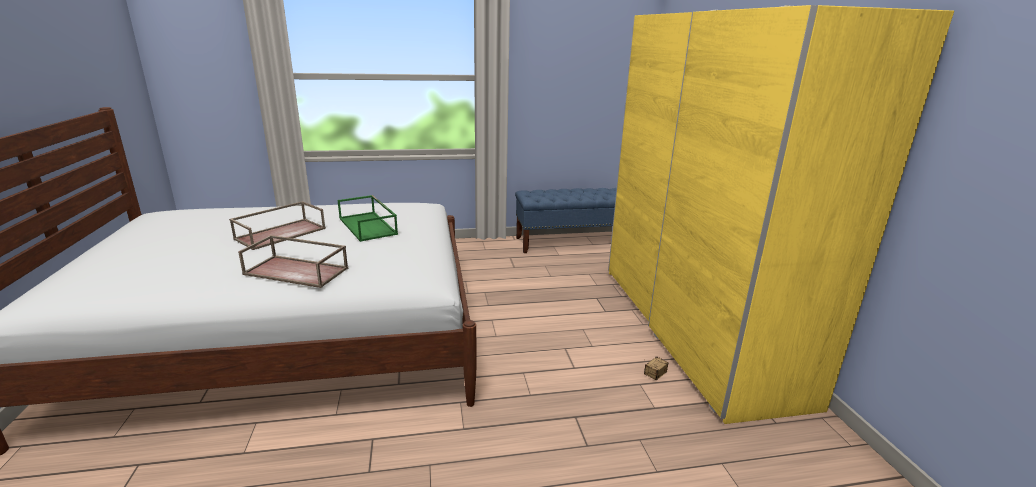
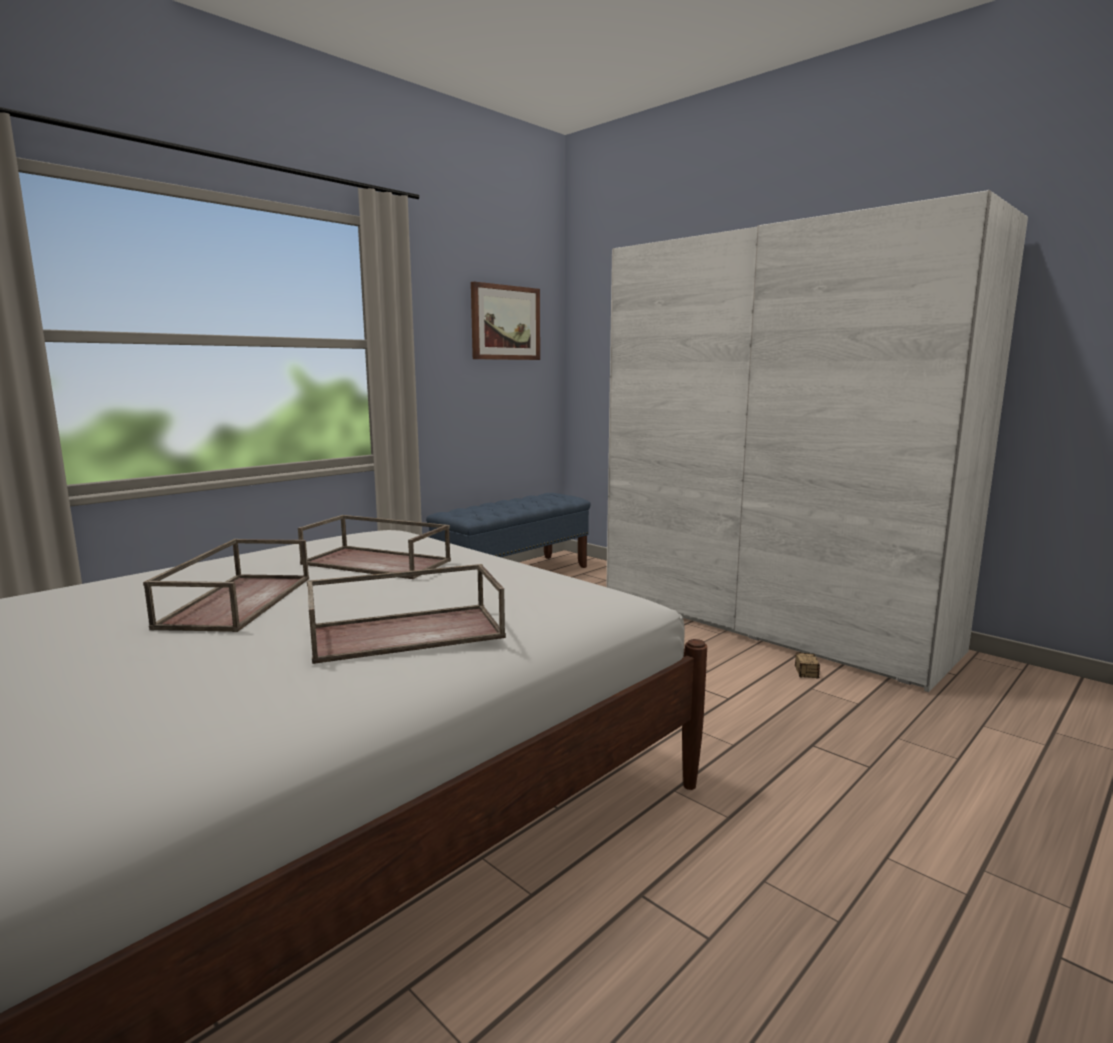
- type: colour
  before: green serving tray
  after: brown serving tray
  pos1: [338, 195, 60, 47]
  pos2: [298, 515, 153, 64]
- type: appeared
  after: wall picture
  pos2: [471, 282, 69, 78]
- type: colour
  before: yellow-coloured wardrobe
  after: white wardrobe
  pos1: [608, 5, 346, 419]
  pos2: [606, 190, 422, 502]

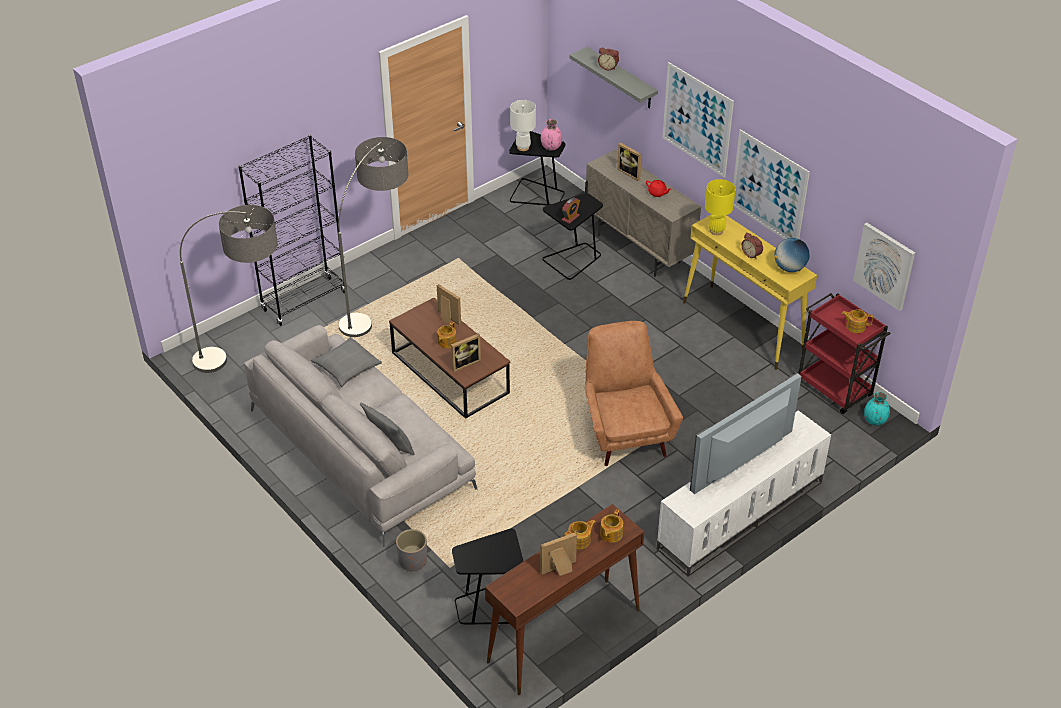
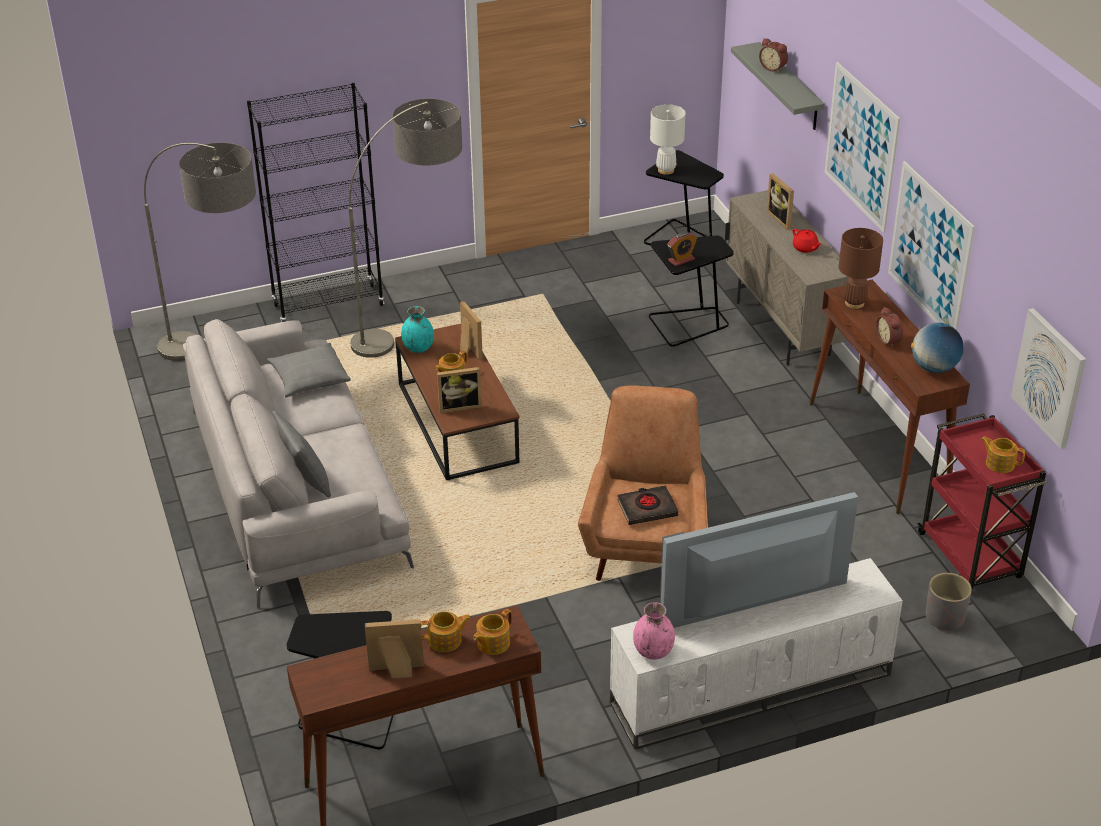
- type: relocated
  before: turquoise decorative vase
  pos1: [864, 391, 26, 35]
  pos2: [401, 306, 33, 47]
- type: appeared
  after: black-coloured volume
  pos2: [617, 485, 61, 40]
- type: relocated
  before: pink decorative vase
  pos1: [541, 119, 21, 32]
  pos2: [633, 602, 42, 58]
- type: colour
  before: yellow-coloured console table
  after: brown console table
  pos1: [683, 215, 134, 155]
  pos2: [810, 280, 160, 234]
- type: colour
  before: yellow-coloured table lamp
  after: brown table lamp
  pos1: [705, 179, 31, 56]
  pos2: [839, 228, 44, 81]
- type: relocated
  before: grey planter
  pos1: [396, 529, 31, 43]
  pos2: [926, 573, 46, 58]

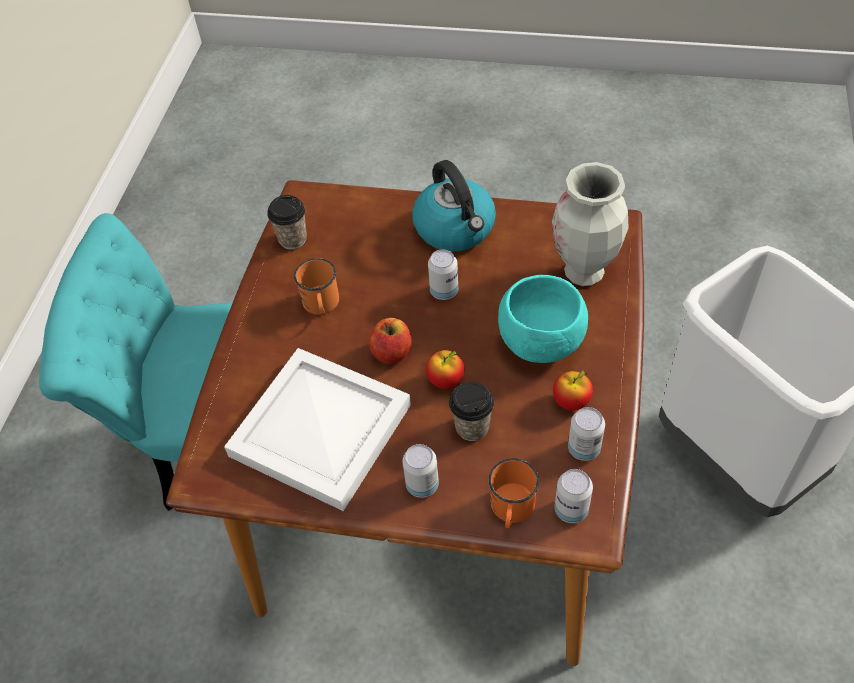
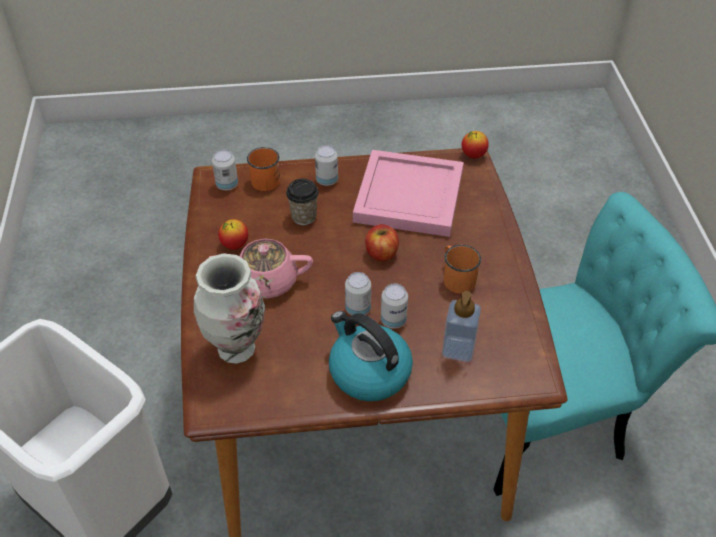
- type: exchanged
  before: turquoise serving bowl
  after: pink tea pot
  pos1: [498, 275, 90, 88]
  pos2: [208, 239, 105, 60]
- type: colour
  before: white serving tray
  after: pink serving tray
  pos1: [224, 348, 187, 163]
  pos2: [353, 150, 111, 87]
- type: relocated
  before: metal can
  pos1: [568, 407, 37, 54]
  pos2: [381, 283, 27, 46]
- type: appeared
  after: liquid soap bottle
  pos2: [442, 291, 39, 71]
- type: relocated
  before: whole apple
  pos1: [426, 350, 39, 39]
  pos2: [462, 131, 27, 28]
- type: missing
  before: drinking cup
  pos1: [267, 195, 40, 54]

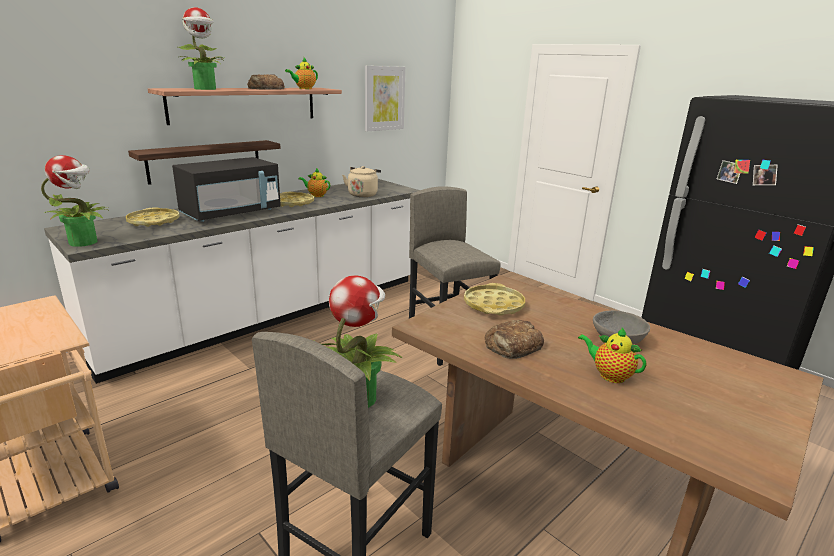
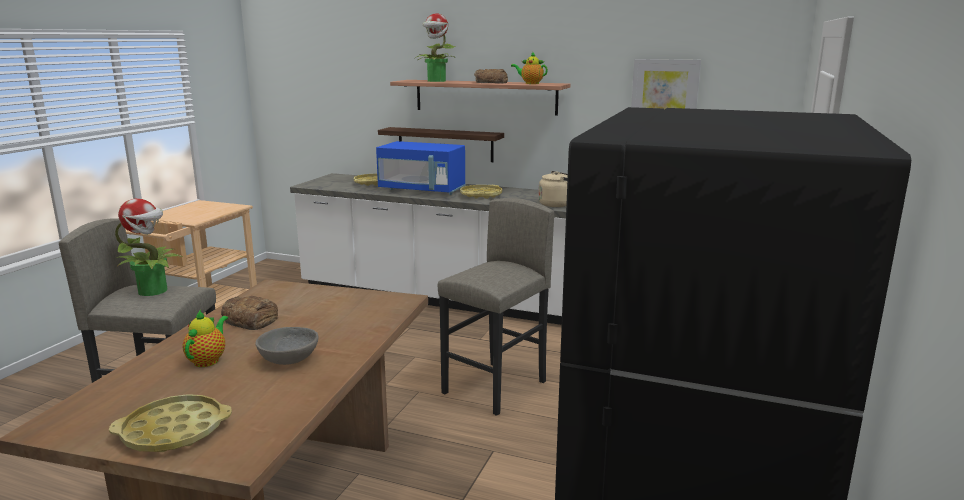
- type: relocated
  before: yellow-coloured serving tray
  pos1: [464, 283, 61, 33]
  pos2: [109, 394, 123, 58]
- type: colour
  before: black-coloured kitchen microwave
  after: blue-coloured kitchen microwave
  pos1: [172, 157, 109, 65]
  pos2: [376, 141, 90, 54]
- type: missing
  before: houseplant
  pos1: [41, 155, 68, 92]
- type: missing
  before: tea pot
  pos1: [298, 168, 32, 29]

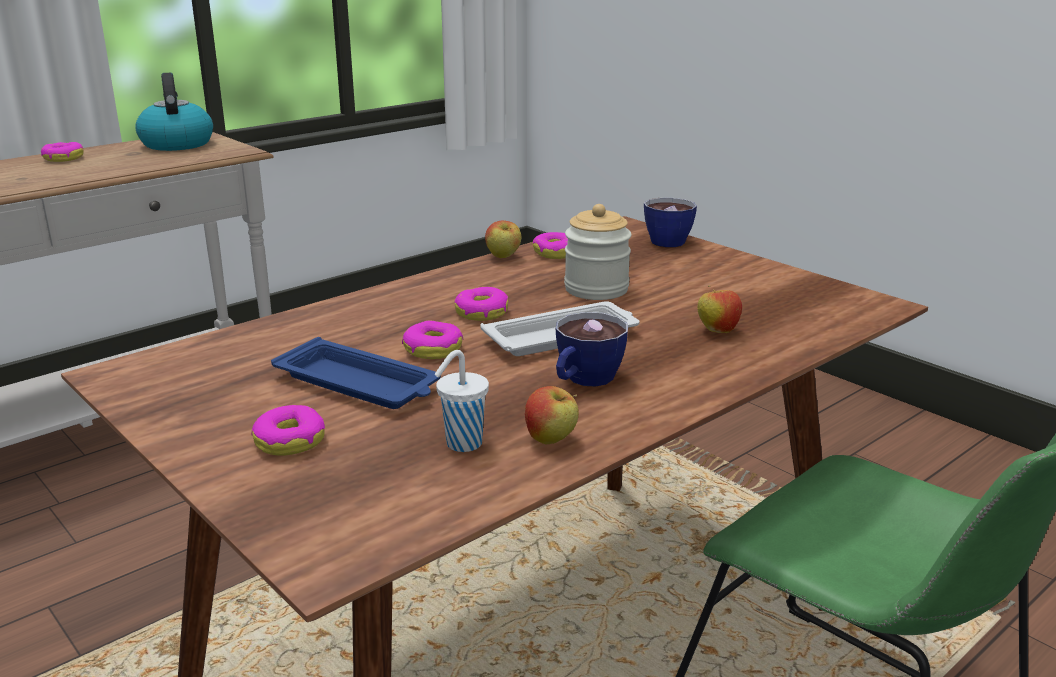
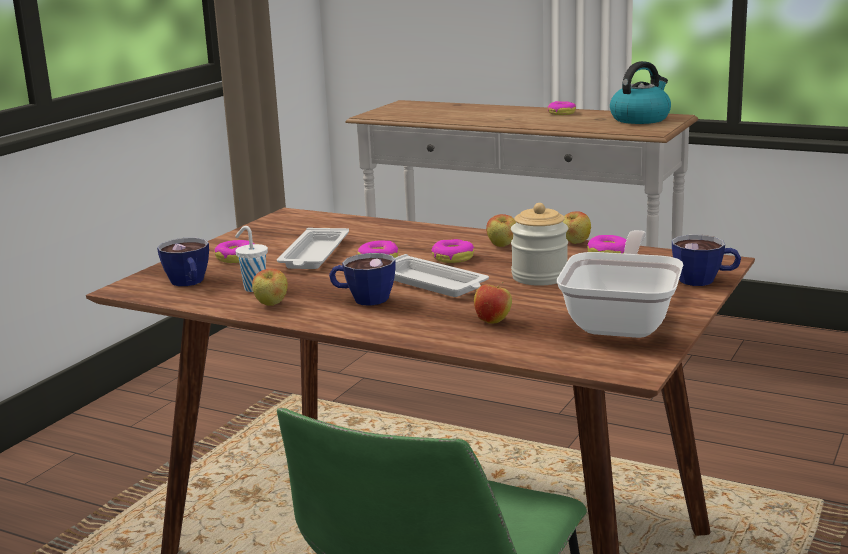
- type: appeared
  after: drinking cup
  pos2: [157, 238, 52, 48]
- type: colour
  before: blue-coloured serving tray
  after: white serving tray
  pos1: [271, 337, 170, 72]
  pos2: [277, 228, 72, 41]
- type: appeared
  after: whole apple
  pos2: [486, 214, 30, 33]
- type: appeared
  after: pan
  pos2: [557, 230, 126, 108]

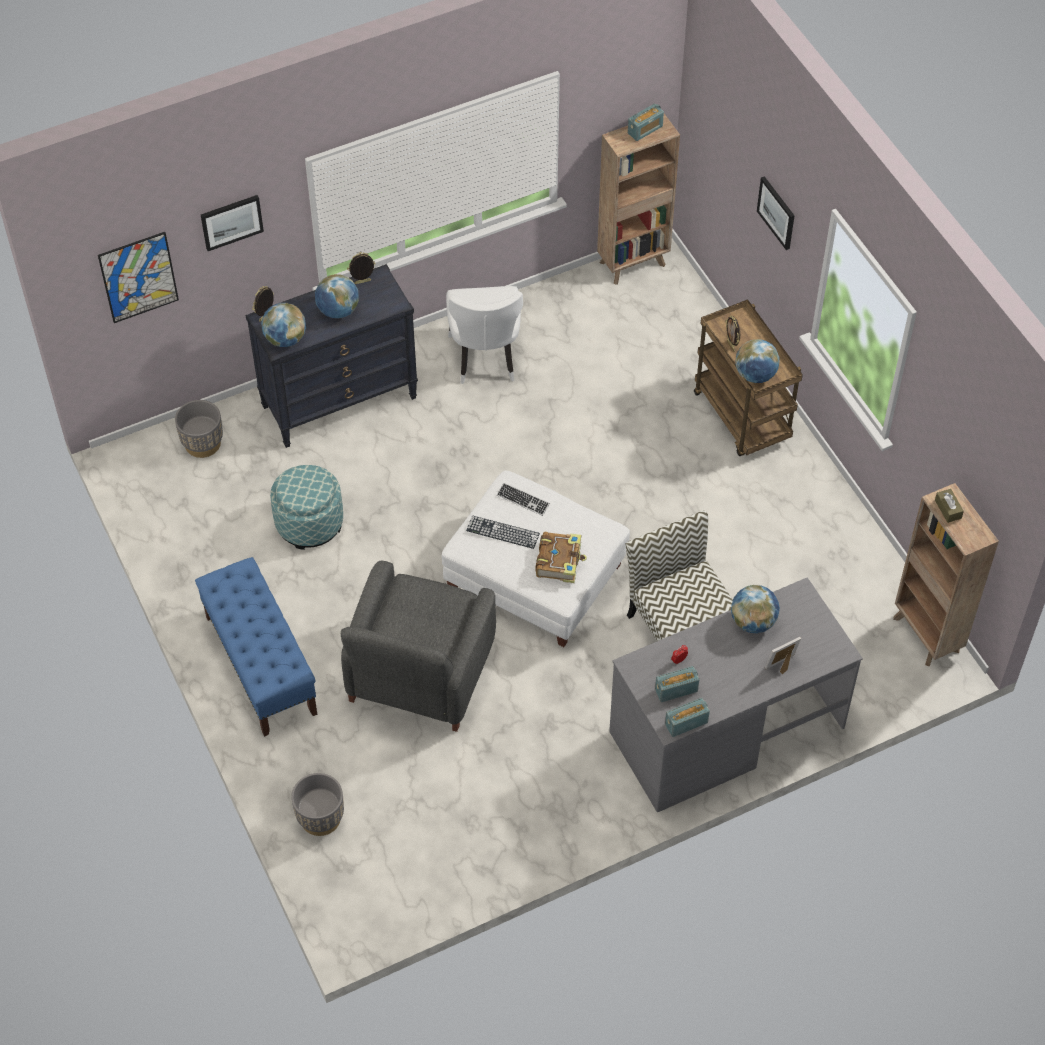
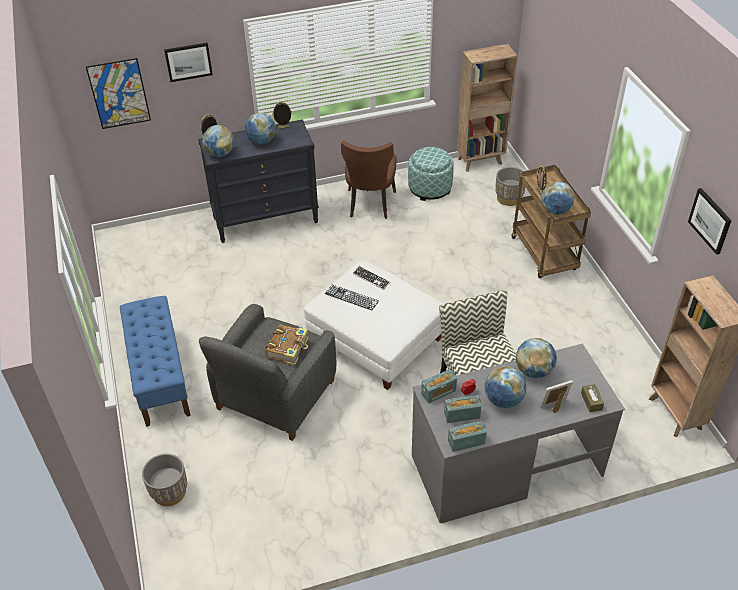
- type: relocated
  before: volume
  pos1: [535, 532, 52, 51]
  pos2: [265, 324, 44, 42]
- type: colour
  before: white upright chair
  after: brown upright chair
  pos1: [446, 286, 77, 98]
  pos2: [341, 141, 56, 78]
- type: relocated
  before: ottoman
  pos1: [270, 465, 73, 85]
  pos2: [408, 147, 46, 54]
- type: relocated
  before: radio set
  pos1: [628, 104, 36, 37]
  pos2: [421, 369, 36, 34]
- type: appeared
  after: desk globe
  pos2: [485, 366, 41, 42]
- type: relocated
  before: grey planter
  pos1: [175, 400, 48, 58]
  pos2: [495, 167, 30, 39]
- type: relocated
  before: brown box of tissues
  pos1: [935, 489, 29, 34]
  pos2: [581, 384, 23, 28]
- type: relocated
  before: wall picture
  pos1: [757, 176, 38, 74]
  pos2: [688, 188, 44, 67]

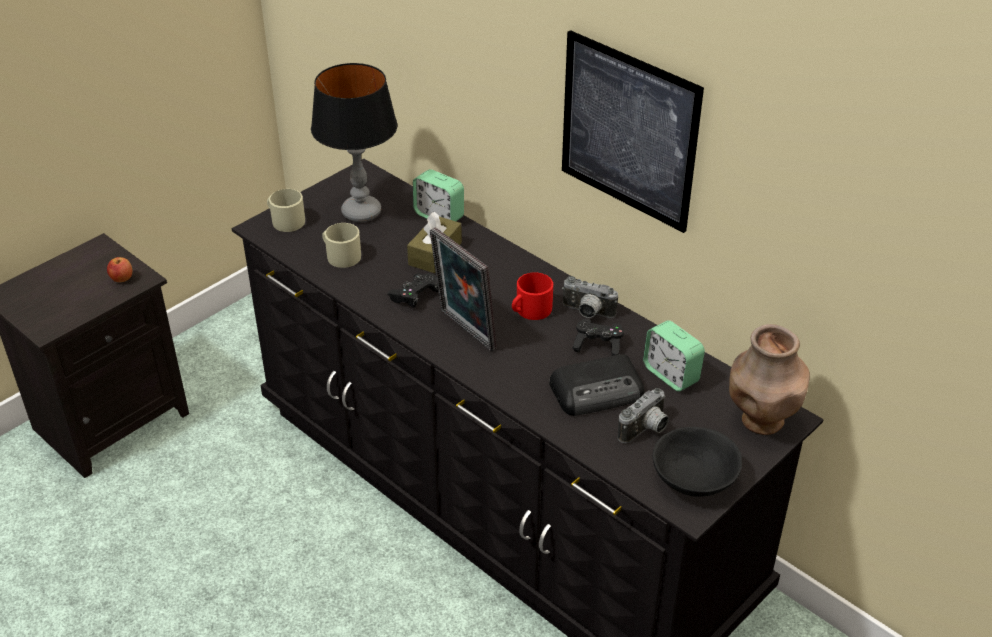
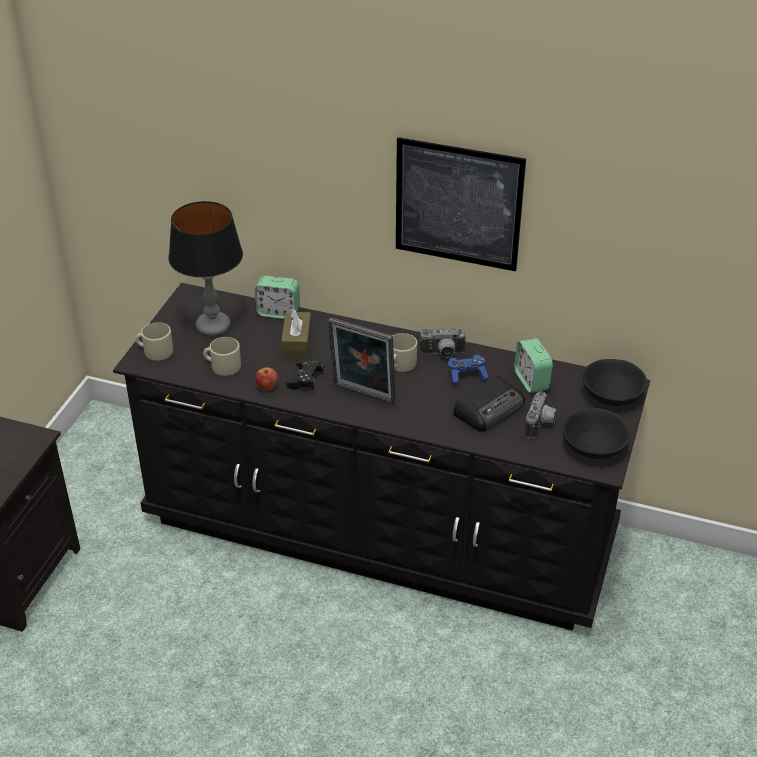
- type: relocated
  before: whole apple
  pos1: [107, 257, 25, 25]
  pos2: [255, 367, 23, 24]
- type: colour
  before: reddish mug
  after: beige mug
  pos1: [512, 272, 41, 48]
  pos2: [392, 333, 25, 39]
- type: colour
  before: black-coloured game controller
  after: blue-coloured game controller
  pos1: [572, 319, 52, 37]
  pos2: [448, 355, 41, 30]
- type: spun
  before: bedside clock
  pos1: [643, 320, 62, 71]
  pos2: [514, 338, 39, 55]
  turn: 45
- type: exchanged
  before: brown decorative vase
  after: black-coloured serving bowl
  pos1: [729, 324, 81, 111]
  pos2: [582, 359, 65, 47]

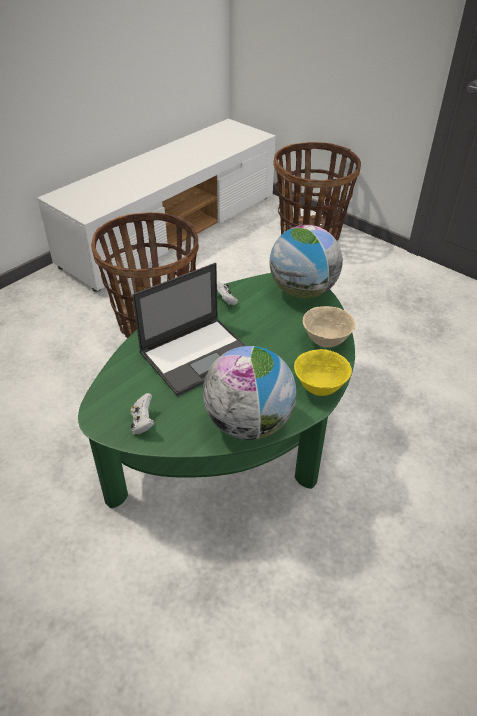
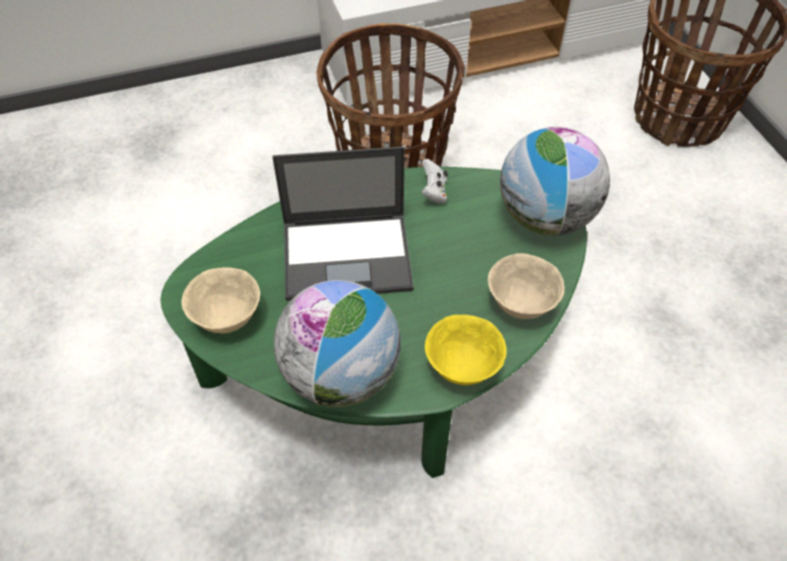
- type: exchanged
  before: white game controller
  after: beige serving bowl
  pos1: [131, 393, 23, 41]
  pos2: [181, 267, 79, 66]

